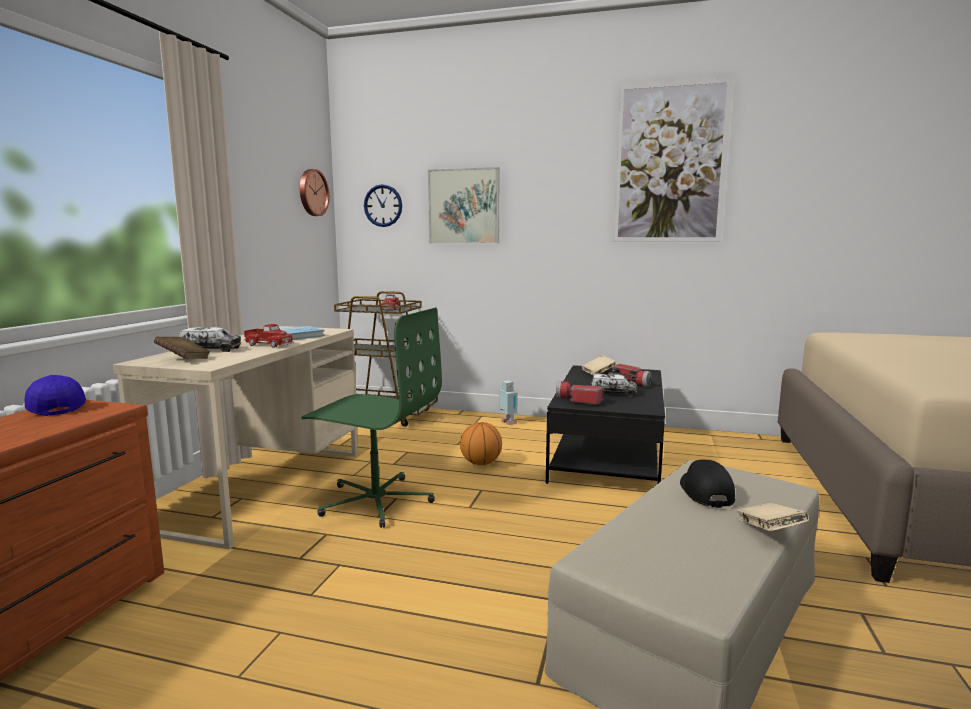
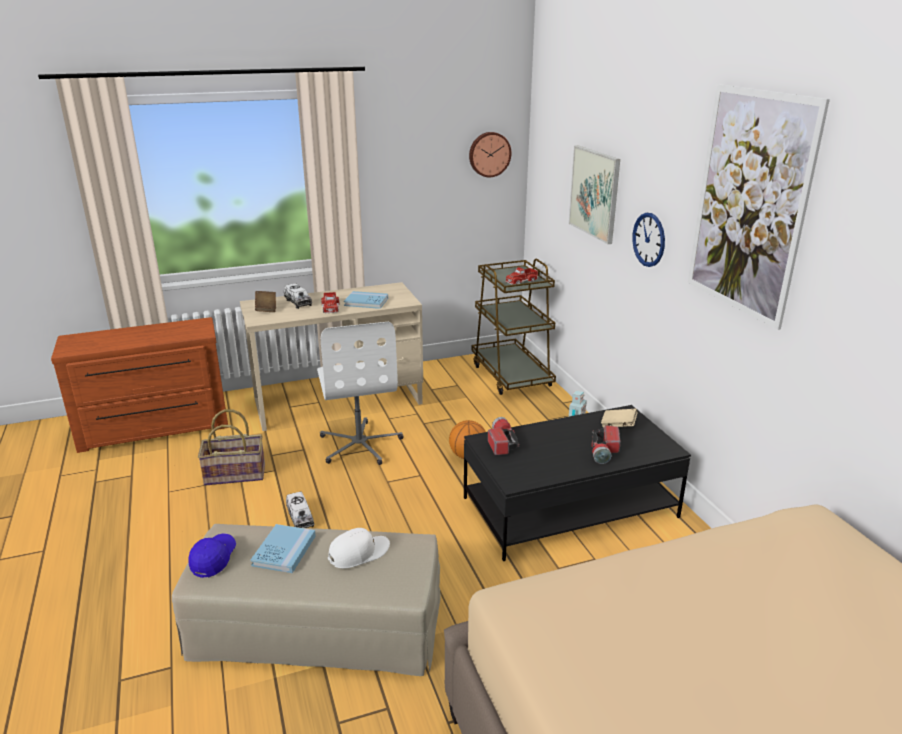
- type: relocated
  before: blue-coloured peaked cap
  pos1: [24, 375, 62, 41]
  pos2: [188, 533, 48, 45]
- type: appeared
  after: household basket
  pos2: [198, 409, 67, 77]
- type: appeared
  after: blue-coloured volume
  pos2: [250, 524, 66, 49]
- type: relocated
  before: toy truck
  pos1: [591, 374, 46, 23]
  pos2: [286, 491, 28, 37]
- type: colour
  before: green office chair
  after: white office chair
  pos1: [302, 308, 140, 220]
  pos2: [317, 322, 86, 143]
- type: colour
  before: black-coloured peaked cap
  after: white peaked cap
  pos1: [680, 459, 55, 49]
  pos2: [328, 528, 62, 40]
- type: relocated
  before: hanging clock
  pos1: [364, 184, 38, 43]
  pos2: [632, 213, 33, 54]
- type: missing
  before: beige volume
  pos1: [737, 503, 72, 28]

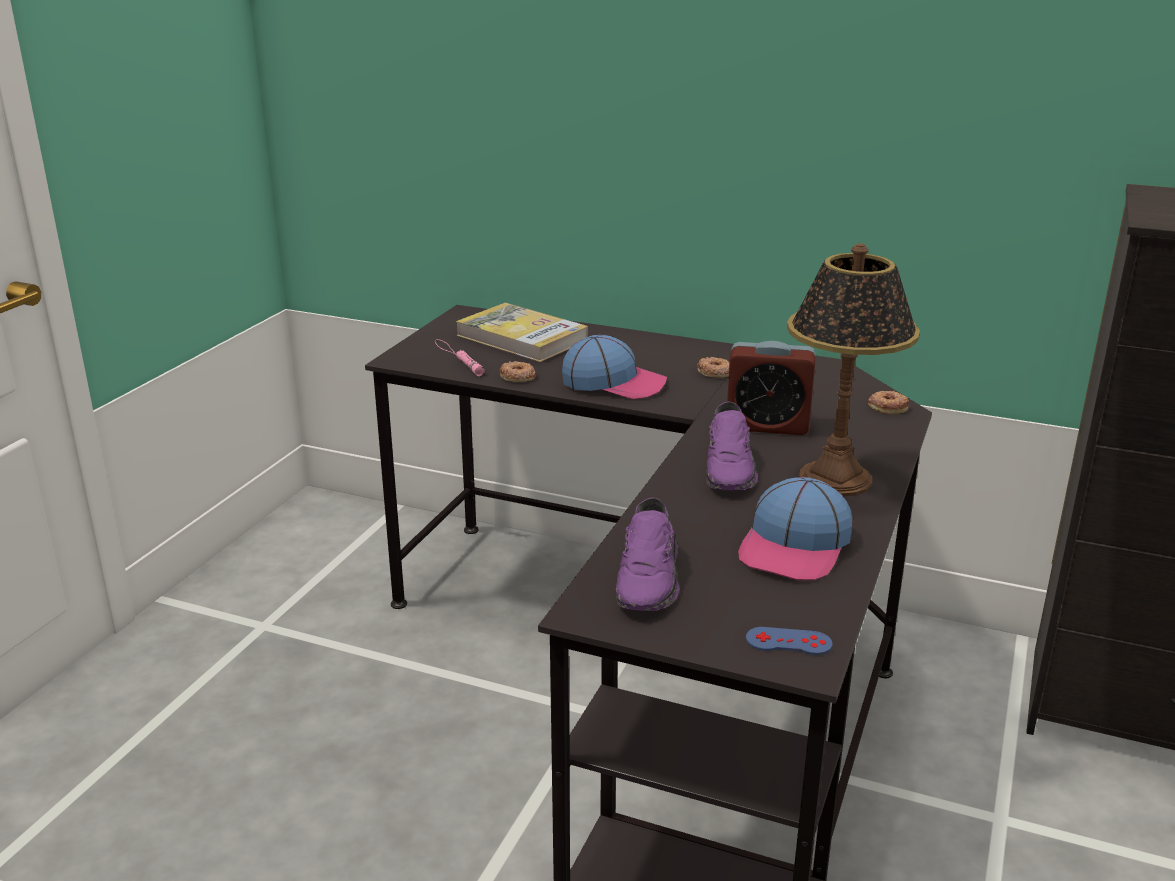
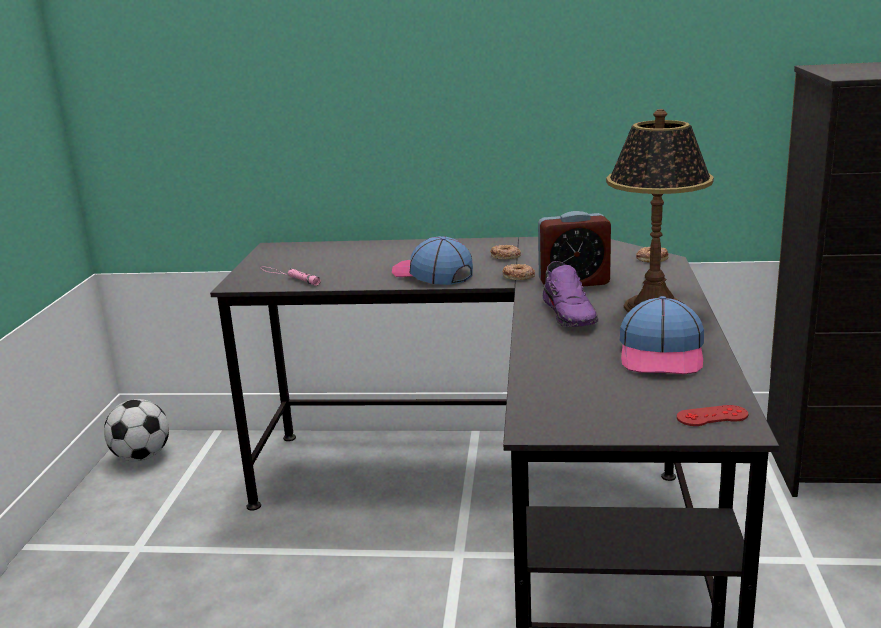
- type: appeared
  after: football
  pos2: [104, 399, 65, 63]
- type: spun
  before: peaked cap
  pos1: [562, 335, 105, 64]
  pos2: [392, 236, 81, 49]
  turn: -135
- type: relocated
  before: doughnut
  pos1: [500, 361, 36, 21]
  pos2: [502, 264, 33, 16]
- type: colour
  before: blue-coloured game controller
  after: reddish game controller
  pos1: [746, 627, 87, 28]
  pos2: [677, 405, 71, 21]
- type: missing
  before: volume
  pos1: [456, 303, 132, 59]
- type: missing
  before: purplish item of footwear
  pos1: [616, 498, 64, 113]

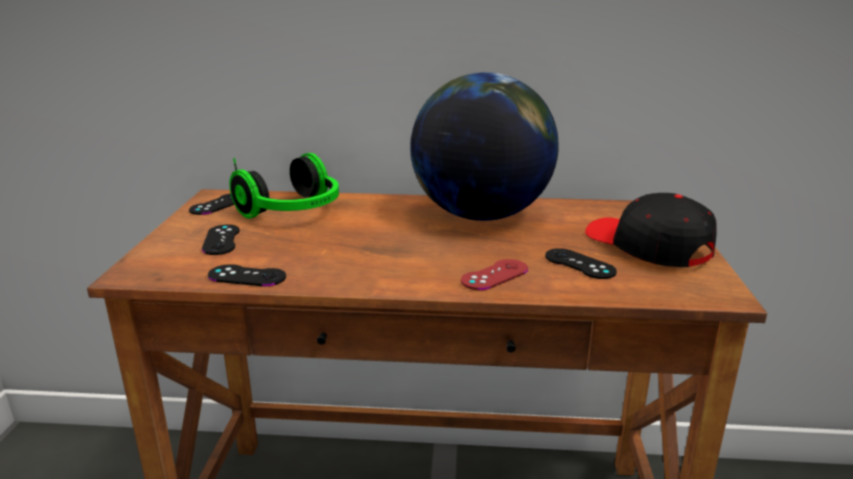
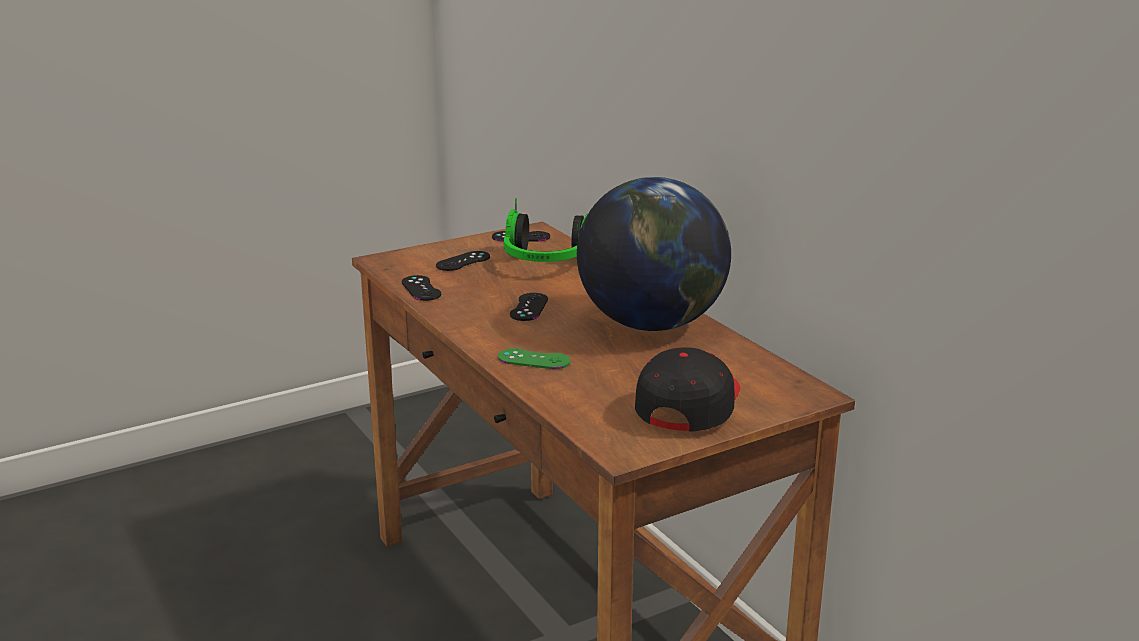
- type: colour
  before: reddish game controller
  after: green game controller
  pos1: [461, 259, 67, 31]
  pos2: [498, 348, 73, 21]
- type: relocated
  before: black-coloured game controller
  pos1: [545, 248, 72, 31]
  pos2: [510, 293, 38, 28]

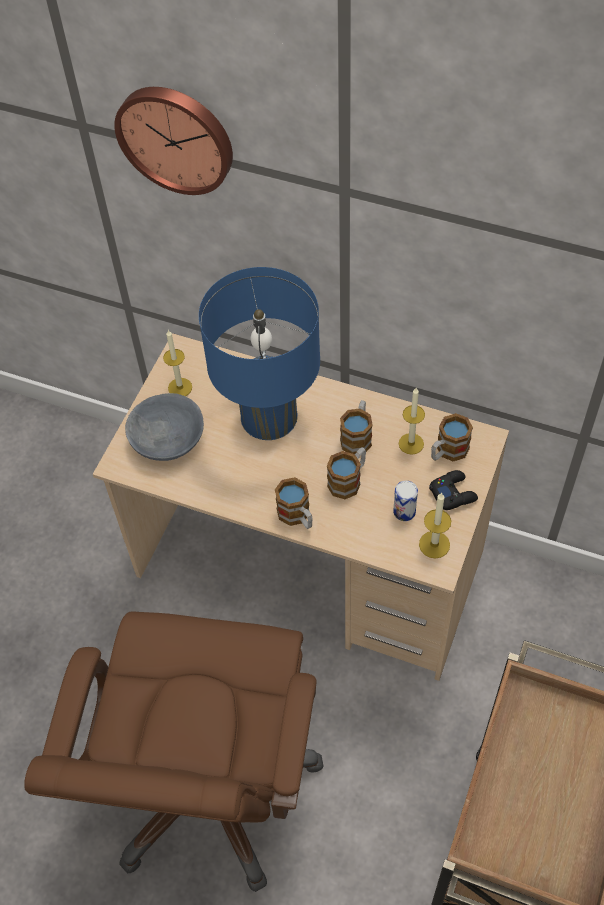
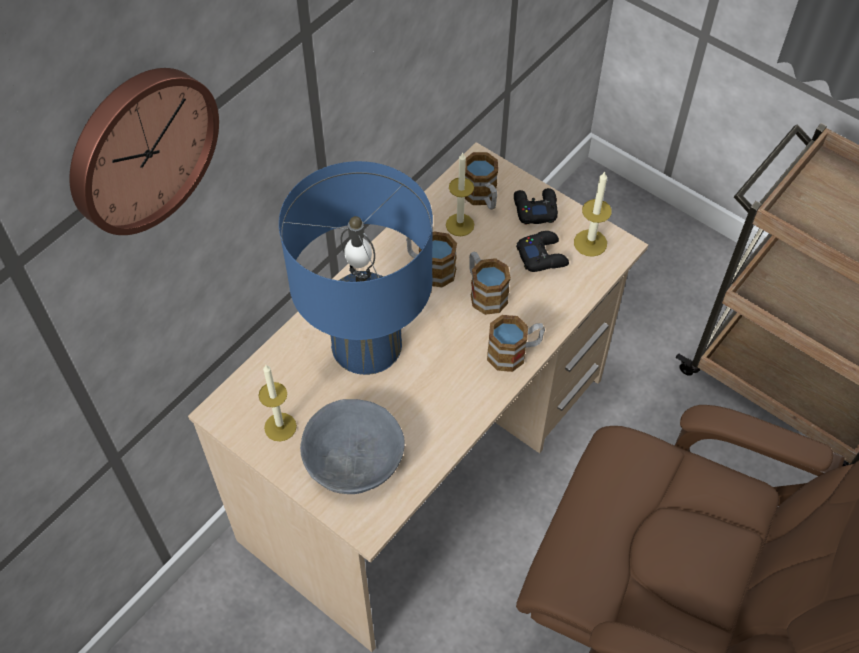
- type: exchanged
  before: metal can
  after: black-coloured game controller
  pos1: [393, 481, 25, 40]
  pos2: [516, 231, 53, 41]

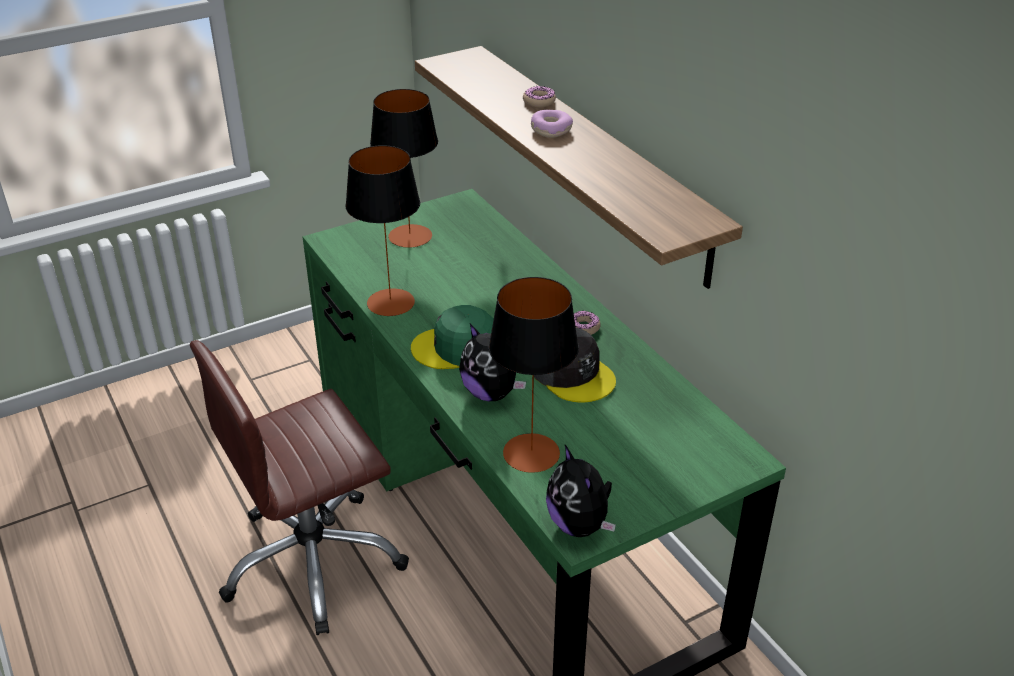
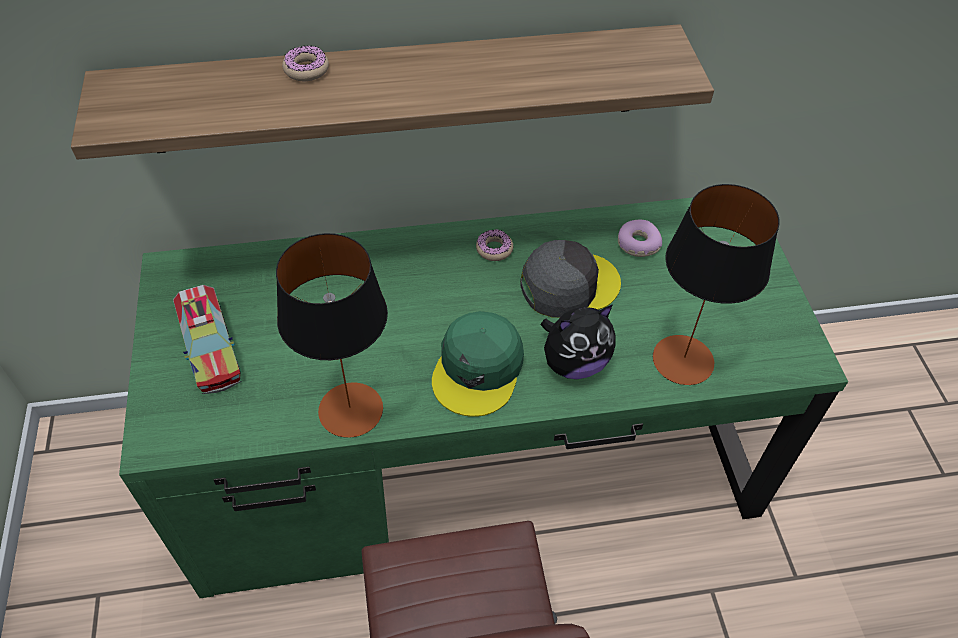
- type: exchanged
  before: table lamp
  after: toy truck
  pos1: [370, 89, 68, 159]
  pos2: [173, 285, 68, 109]
- type: relocated
  before: doughnut
  pos1: [531, 110, 42, 28]
  pos2: [618, 220, 44, 37]
- type: missing
  before: cuddly toy
  pos1: [546, 445, 70, 92]

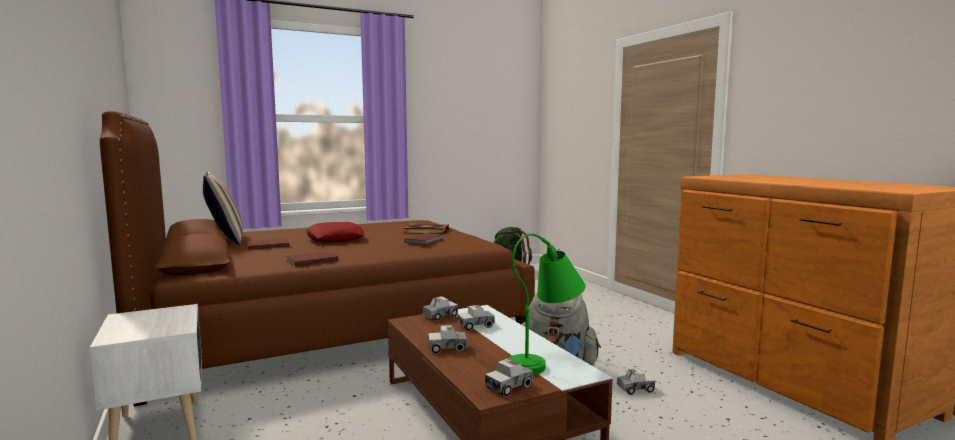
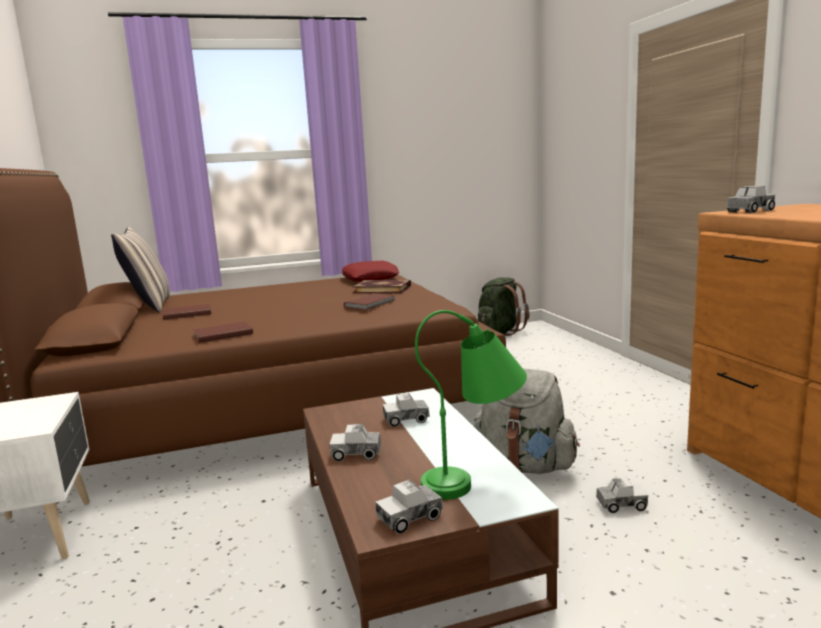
- type: relocated
  before: reddish cushion
  pos1: [307, 222, 57, 20]
  pos2: [342, 261, 57, 21]
- type: relocated
  before: toy truck
  pos1: [423, 296, 35, 25]
  pos2: [727, 186, 48, 27]

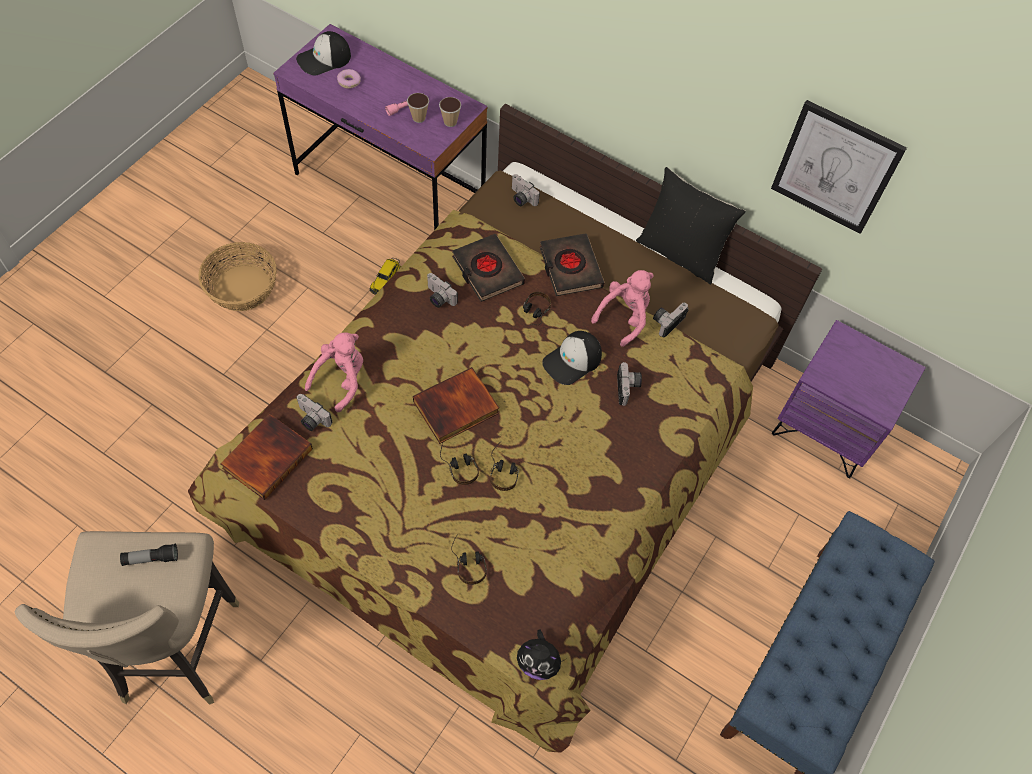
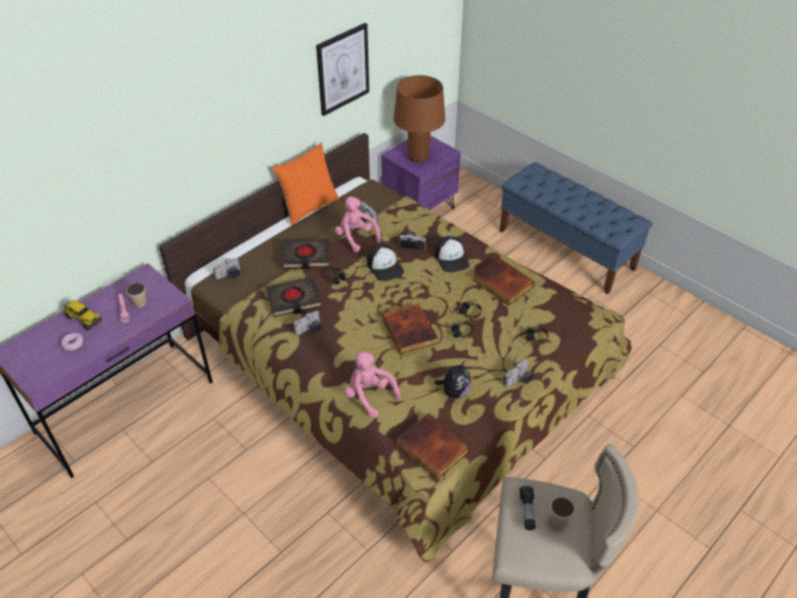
- type: relocated
  before: toy truck
  pos1: [370, 258, 31, 37]
  pos2: [64, 300, 38, 31]
- type: colour
  before: black-coloured cushion
  after: orange cushion
  pos1: [636, 167, 110, 117]
  pos2: [271, 142, 68, 83]
- type: appeared
  after: brown table lamp
  pos2: [394, 75, 51, 88]
- type: relocated
  before: peaked cap
  pos1: [296, 31, 55, 45]
  pos2: [434, 236, 36, 36]
- type: relocated
  before: cuddly toy
  pos1: [517, 629, 49, 51]
  pos2: [434, 360, 37, 38]
- type: appeared
  after: volume
  pos2: [473, 258, 62, 47]
- type: relocated
  before: still camera
  pos1: [297, 394, 35, 37]
  pos2: [503, 360, 30, 28]
- type: relocated
  before: drinking cup
  pos1: [439, 97, 22, 30]
  pos2: [551, 497, 24, 30]
- type: missing
  before: household basket
  pos1: [198, 242, 79, 69]

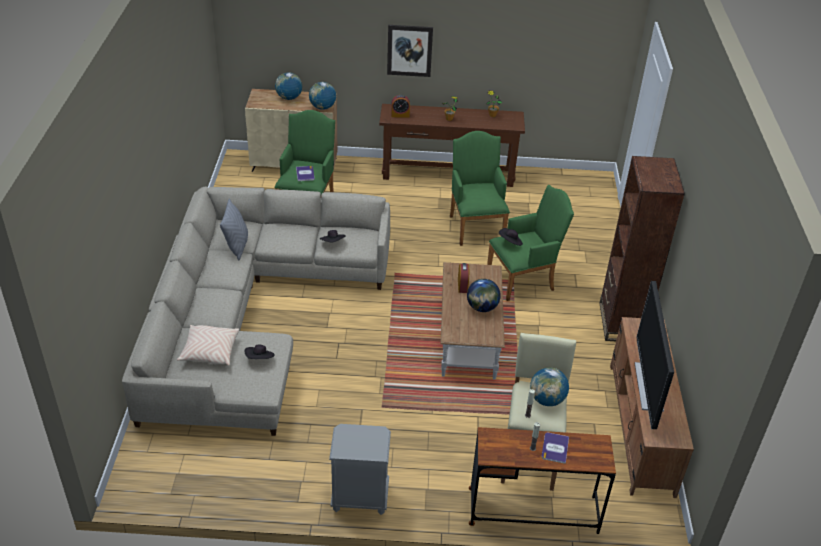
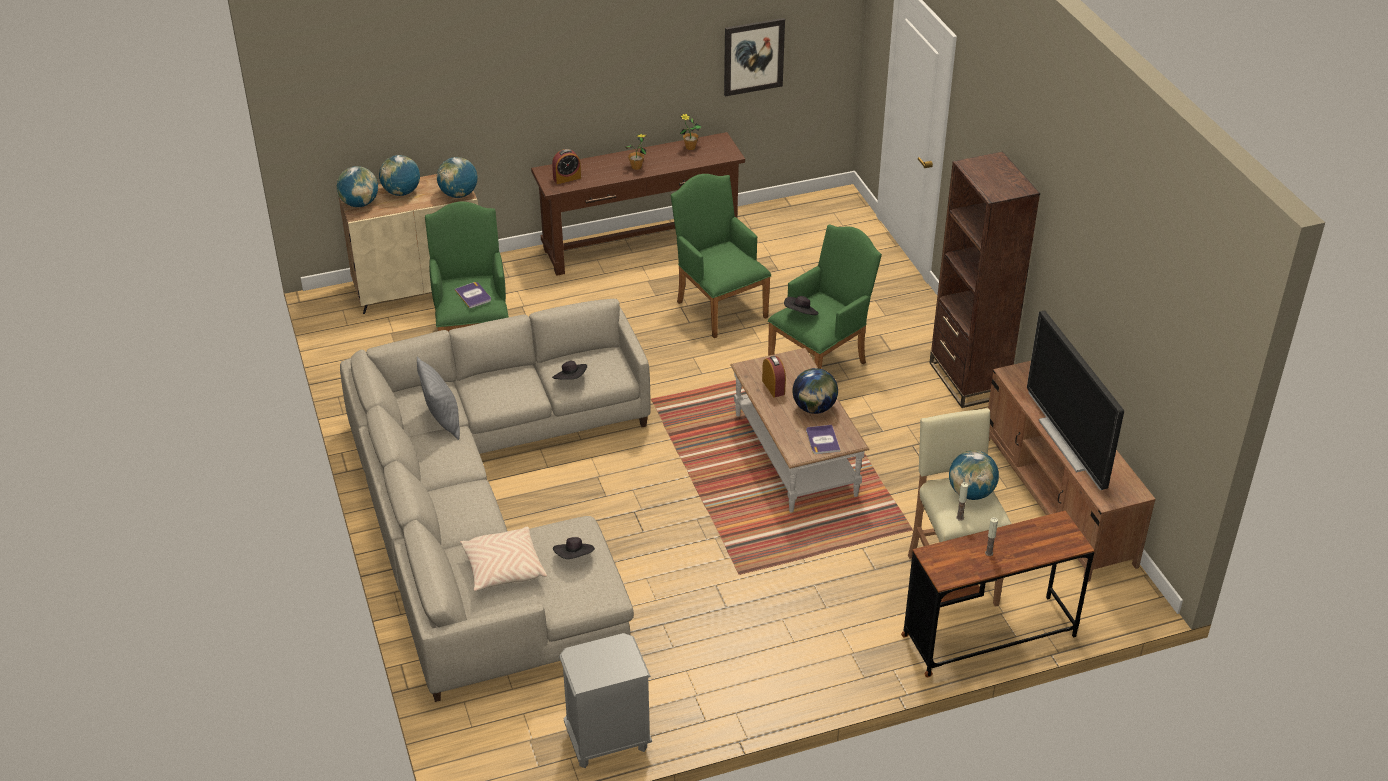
- type: appeared
  after: desk globe
  pos2: [337, 166, 41, 41]
- type: relocated
  before: grey night table
  pos1: [329, 424, 62, 91]
  pos2: [559, 633, 93, 135]
- type: relocated
  before: wall picture
  pos1: [387, 25, 46, 52]
  pos2: [724, 18, 61, 78]
- type: relocated
  before: volume
  pos1: [541, 432, 28, 32]
  pos2: [806, 425, 34, 29]

